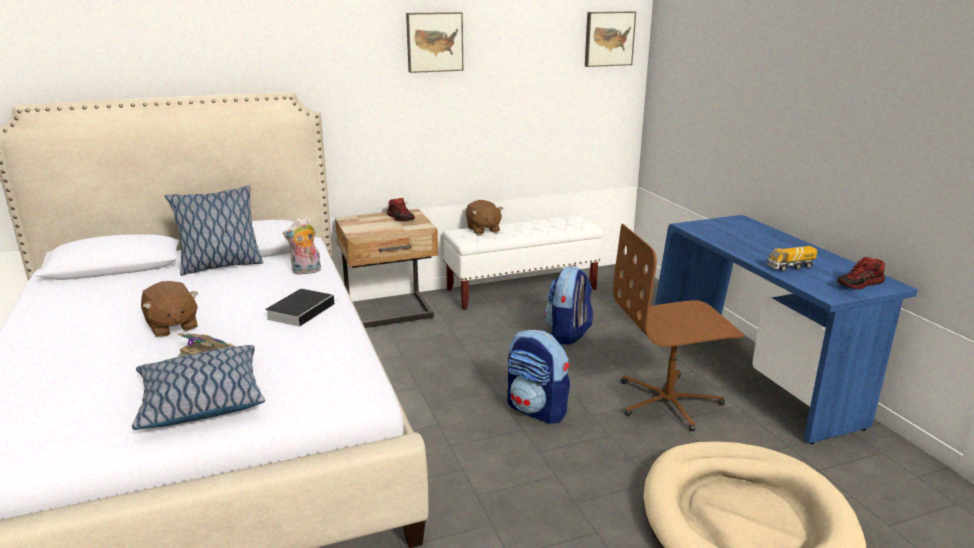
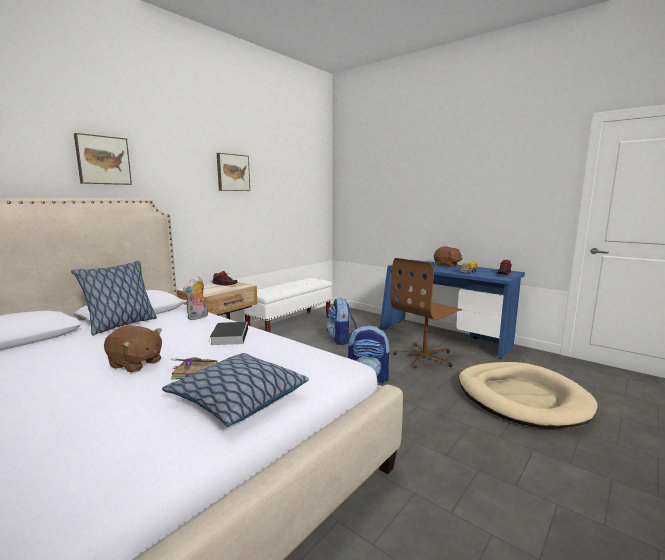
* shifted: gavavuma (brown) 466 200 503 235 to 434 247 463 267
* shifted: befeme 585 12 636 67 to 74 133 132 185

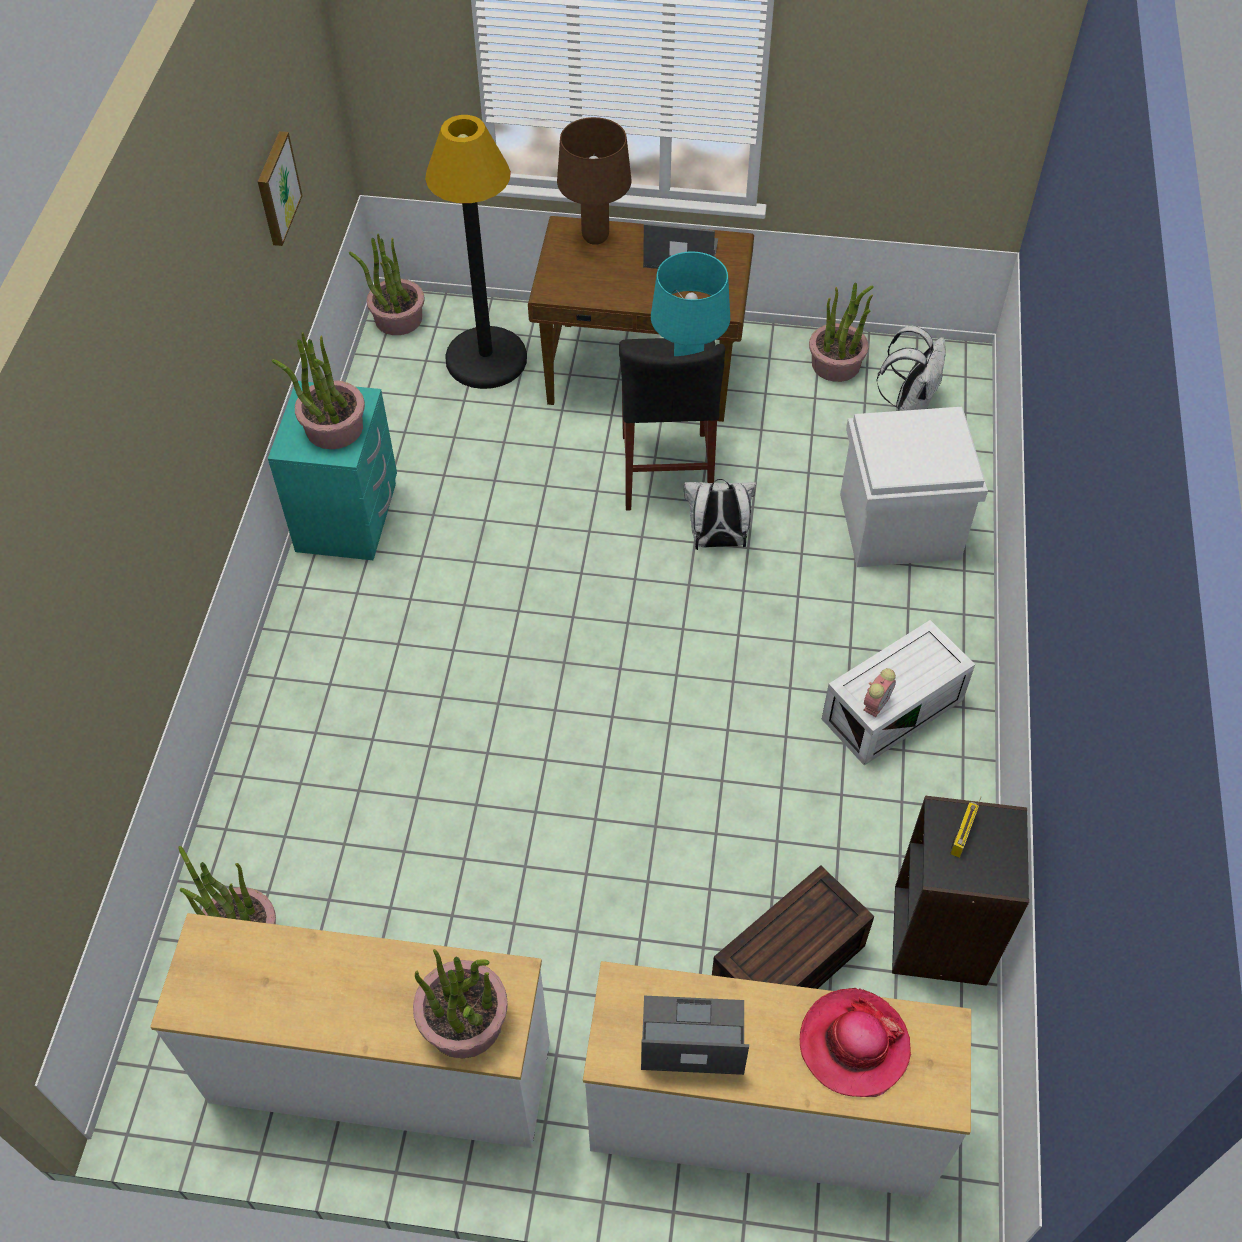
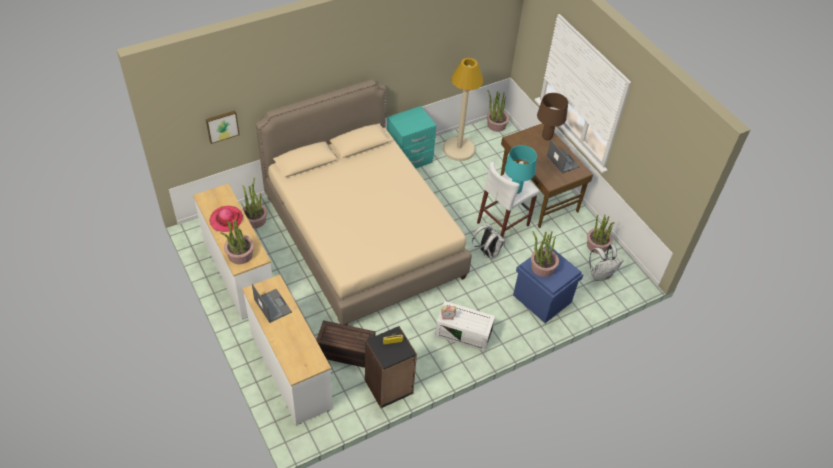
* shifted: befeme 258 131 303 246 to 206 111 240 144
* shifted: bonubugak 272 332 365 449 to 531 231 559 277
* gone: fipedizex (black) 425 115 527 389
* repainted: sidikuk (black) 619 338 725 511 to sidikuk (white) 477 162 539 238
* shifted: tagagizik 800 988 911 1097 to 209 206 243 232
* repainted: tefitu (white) 840 407 988 567 to tefitu (blue) 513 246 583 323
* new: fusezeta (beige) 256 79 472 325
* new: fipedizex (beige) 443 58 484 161

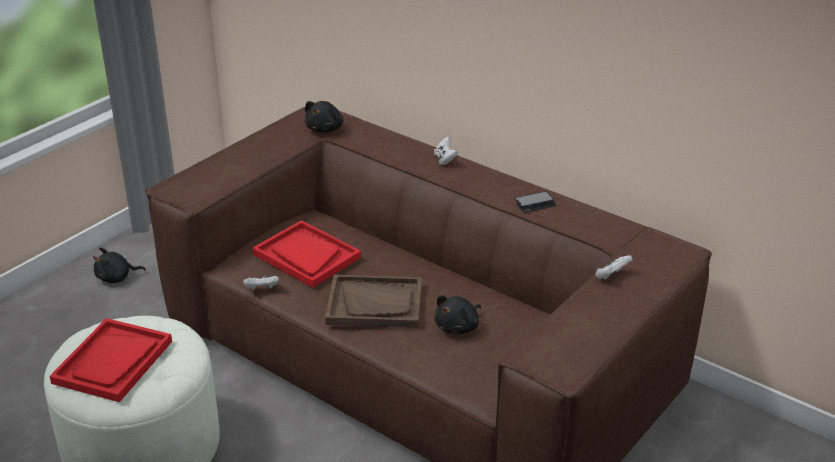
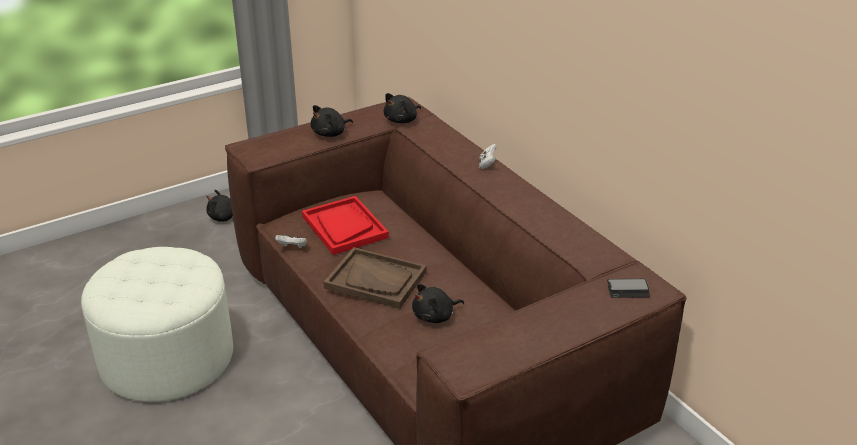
* gone: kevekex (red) 49 318 172 402
* shifted: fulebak 514 191 557 213 to 607 279 650 298
* gone: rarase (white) 596 255 633 280
* new: gavavuma (black) 310 105 353 137

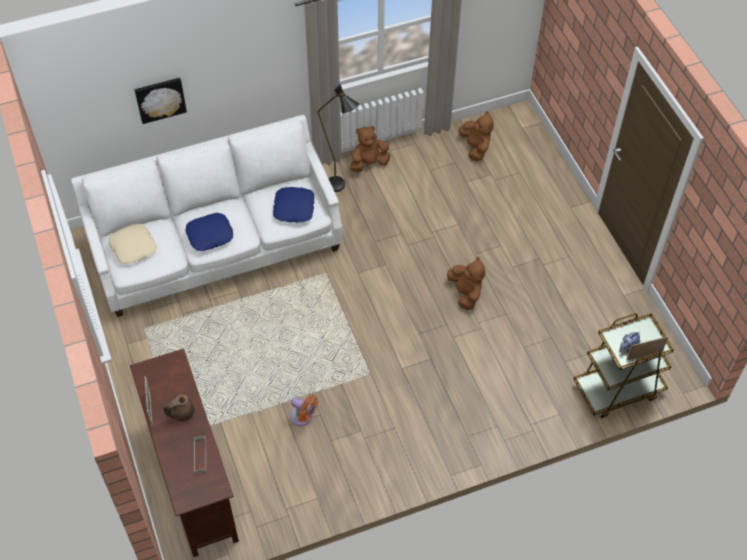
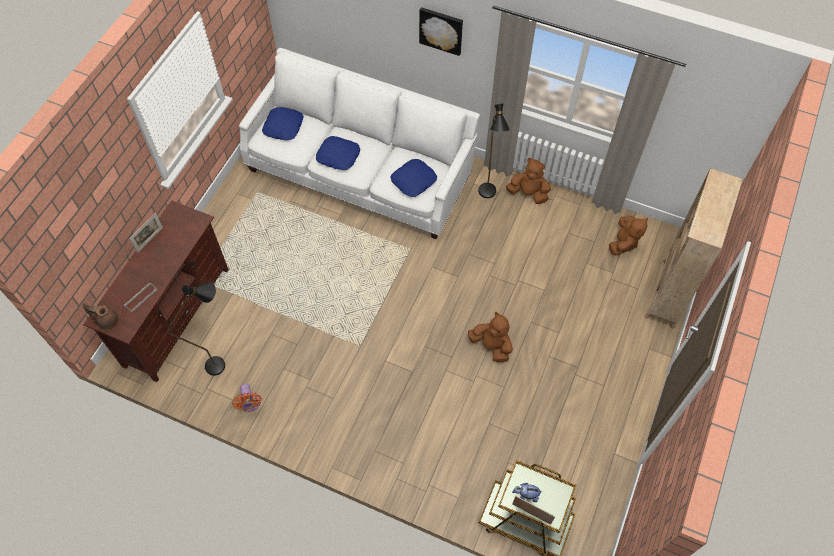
* repainted: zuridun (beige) 108 224 157 264 to zuridun (blue) 262 107 304 141
* shifted: befeme 134 78 187 124 to 419 7 463 56
* shifted: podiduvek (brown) 162 394 195 422 to 82 304 119 330
* shifted: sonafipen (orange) 290 395 318 426 to 232 384 262 412
* rotated: gavavuma (brown) 447 256 485 310 = 468 312 513 362 75 degrees counterclockwise
* new: fipedizex (black) 167 281 225 376
* new: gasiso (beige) 644 168 743 329

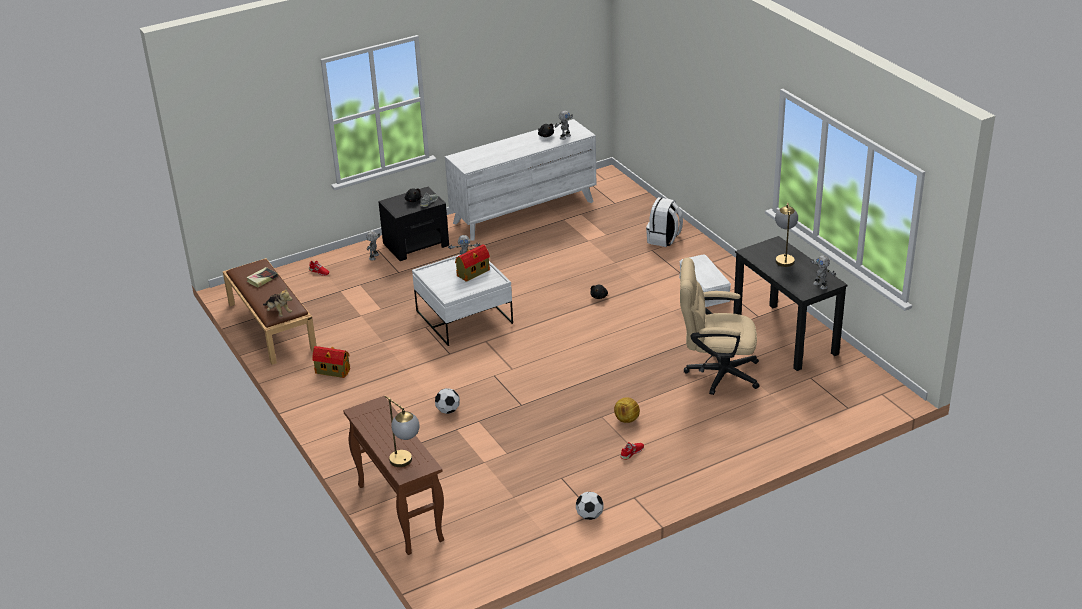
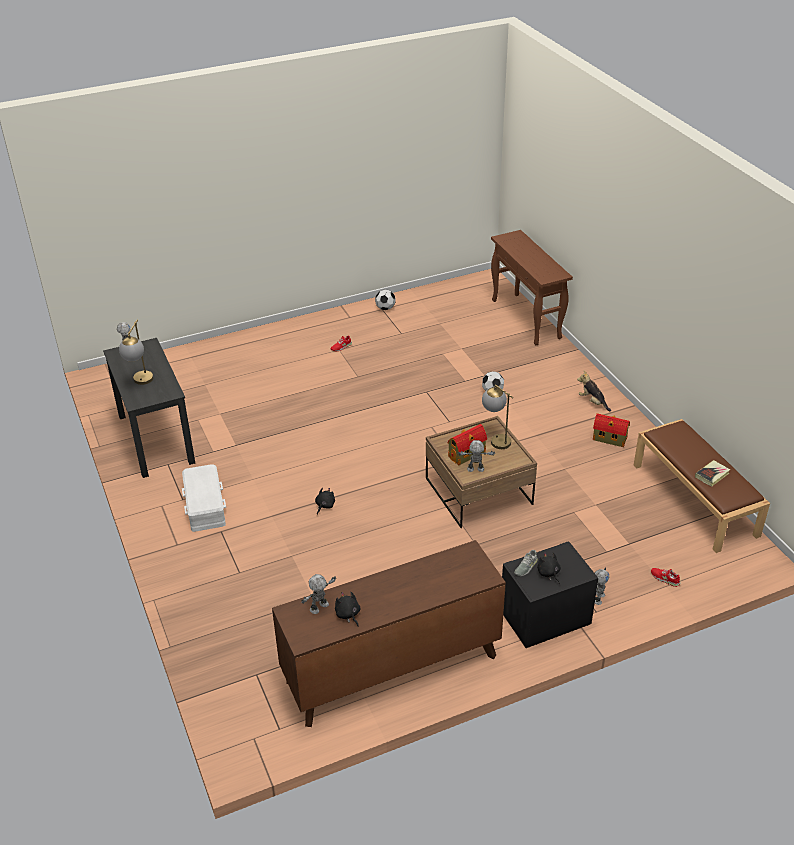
* shifted: gavavuma 263 288 292 317 to 577 371 611 412
* shifted: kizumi 385 396 420 467 to 482 385 513 449
* repainted: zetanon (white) 412 254 513 346 to zetanon (brown) 426 416 537 528
* repainted: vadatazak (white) 445 119 596 240 to vadatazak (brown) 272 540 506 727
* gone: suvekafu 614 397 640 423
* gone: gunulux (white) 646 197 683 247
* gone: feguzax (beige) 680 257 760 395

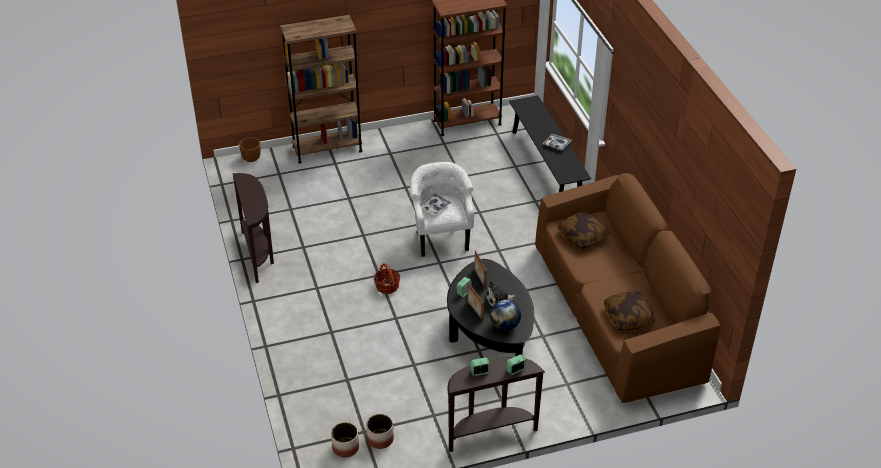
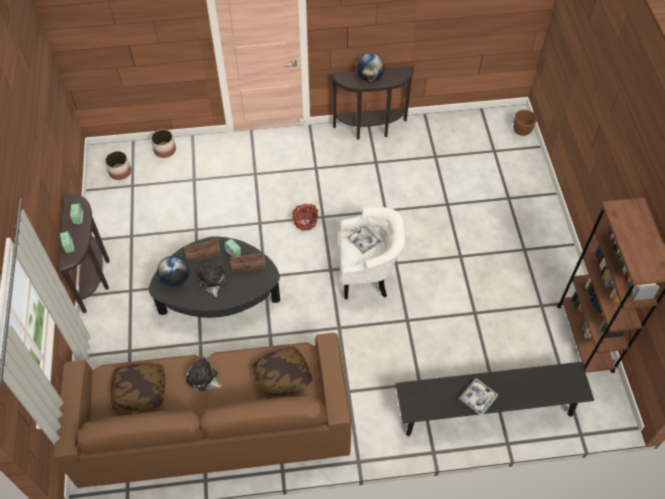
* gone: gasiso (brown) 280 15 363 164
* shifted: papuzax 366 414 394 449 to 151 129 176 158
* new: gavavuma 186 357 222 392
* new: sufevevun 357 53 385 82

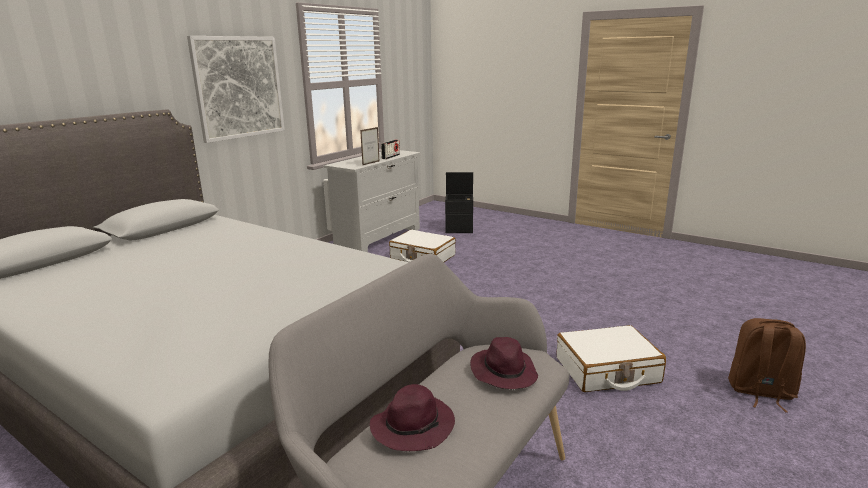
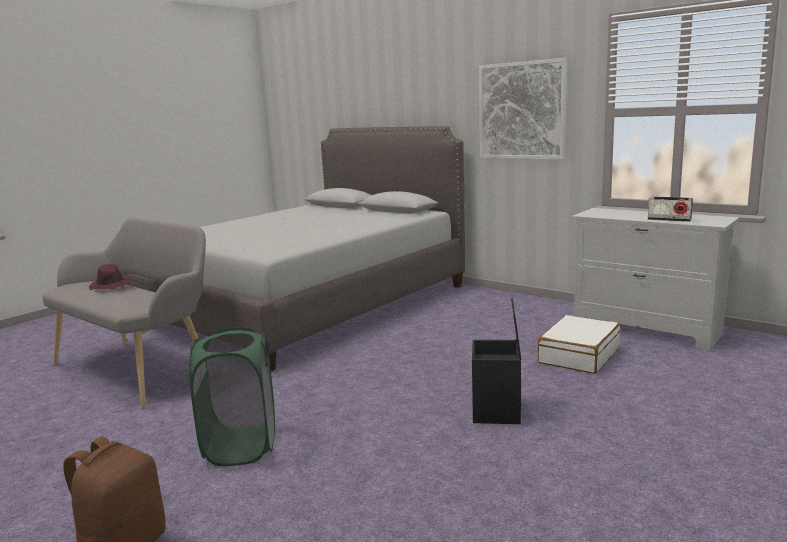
* gone: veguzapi 360 127 379 166
* shifted: tefitu (black) 445 172 473 233 to 472 298 521 424
* gone: tagagizik (purple) 470 337 538 389
* swapped: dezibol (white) 557 325 666 392 to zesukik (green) 189 327 275 466

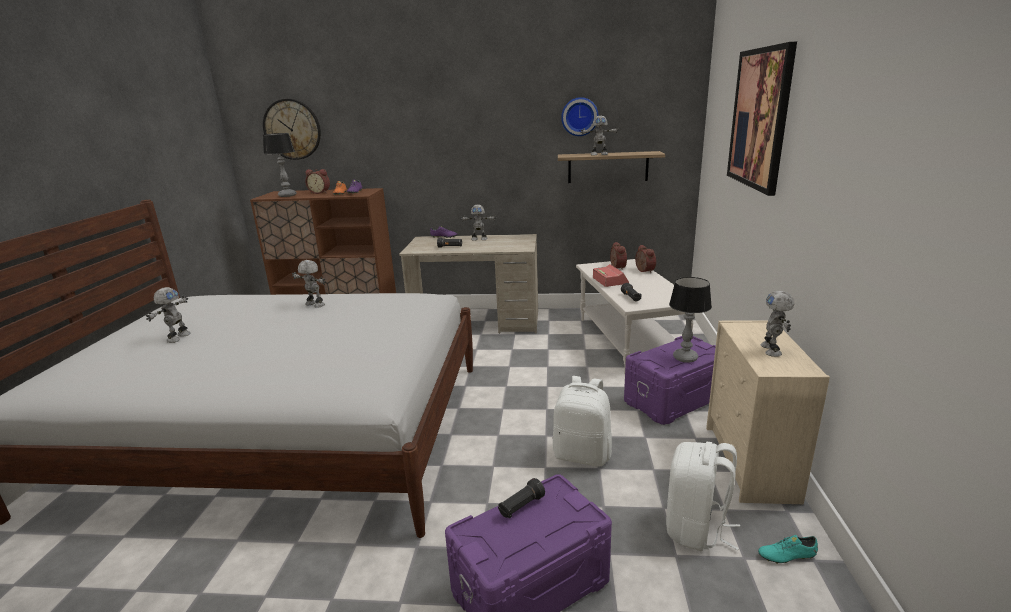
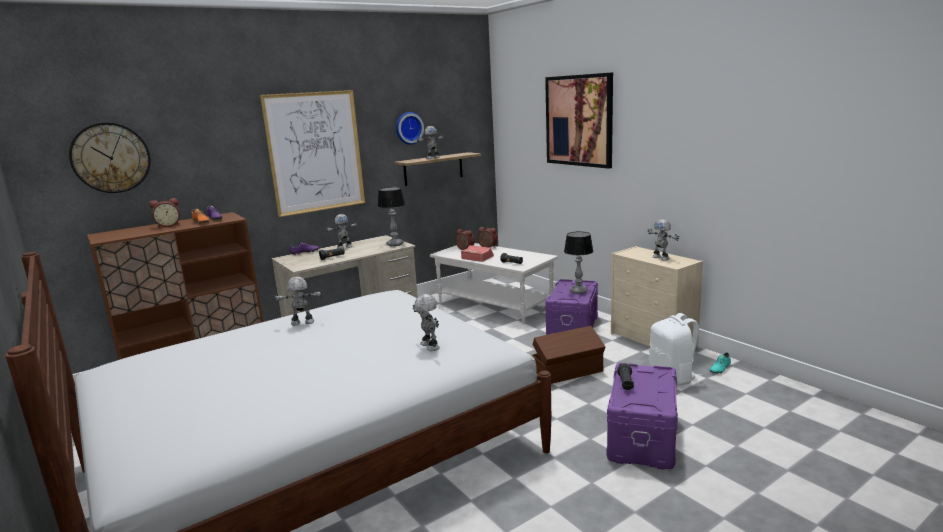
* shifted: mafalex 146 287 190 343 to 413 294 440 351
* shifted: kizumi 263 133 297 197 to 377 187 405 246
* swapped: gunulux (white) 553 376 612 467 to tefitu (brown) 532 326 606 384
* new: befeme 260 90 365 217

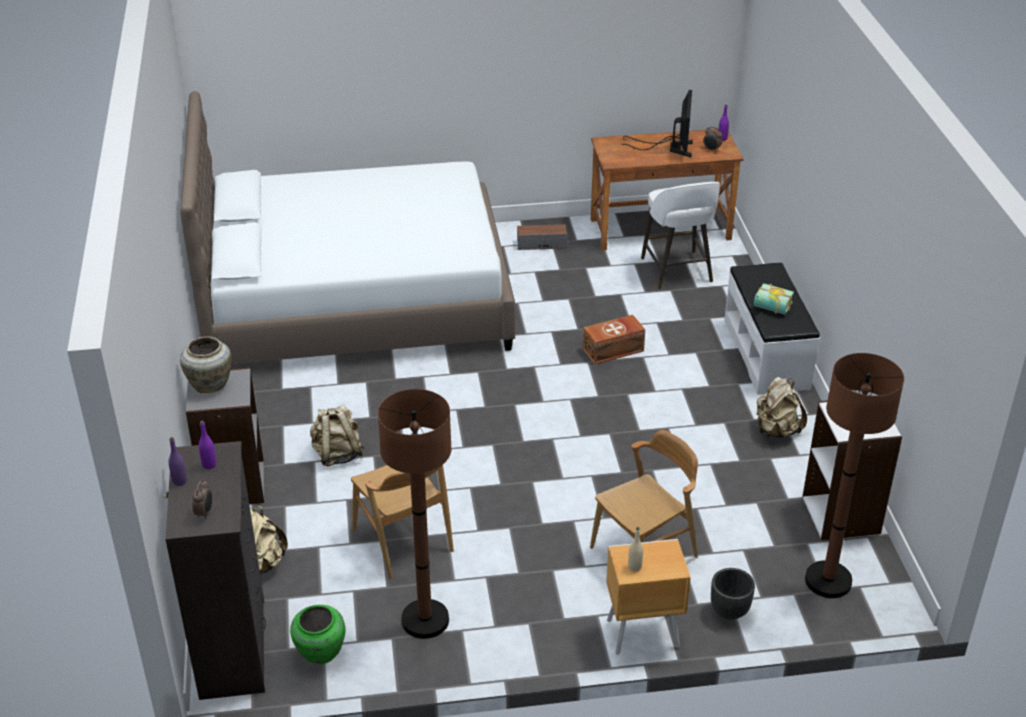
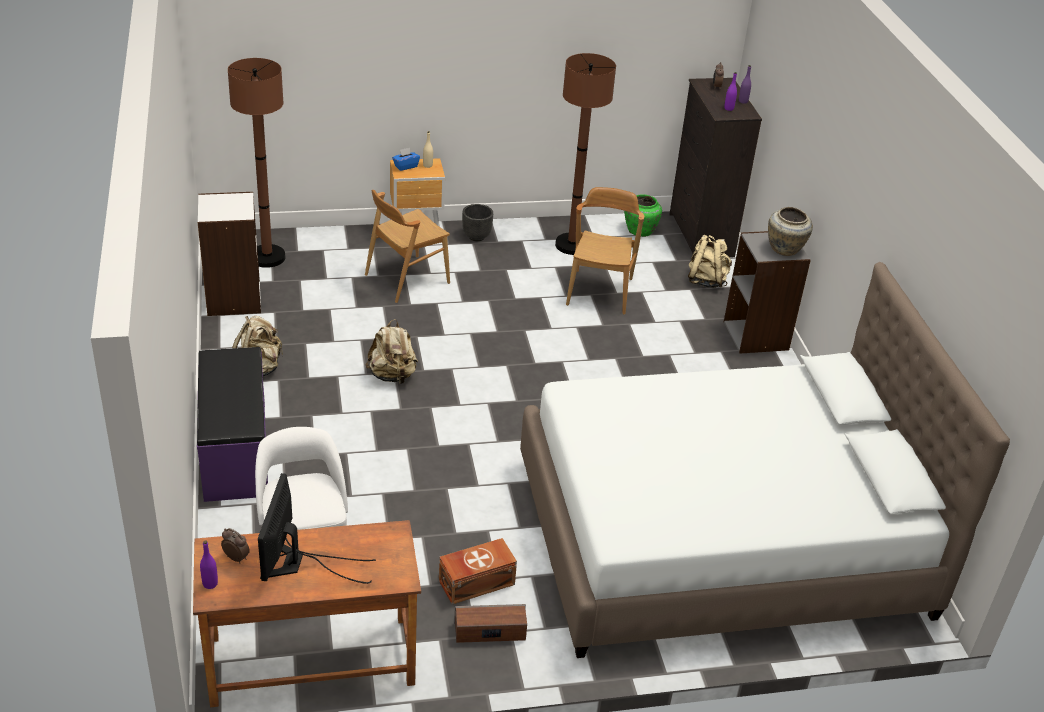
* shifted: gunulux (beige) 310 404 365 466 to 365 319 418 384
* rotated: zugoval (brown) 351 465 454 579 = 566 187 644 315 45 degrees clockwise
* shifted: tefitu (brown) 583 315 645 364 to 439 538 517 604
* shifted: papuzax (black) 711 568 755 620 to 462 204 493 241
* repainted: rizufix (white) 724 262 820 395 to rizufix (purple) 197 347 268 502
* gone: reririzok 754 283 794 315
* new: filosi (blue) 392 148 420 171

